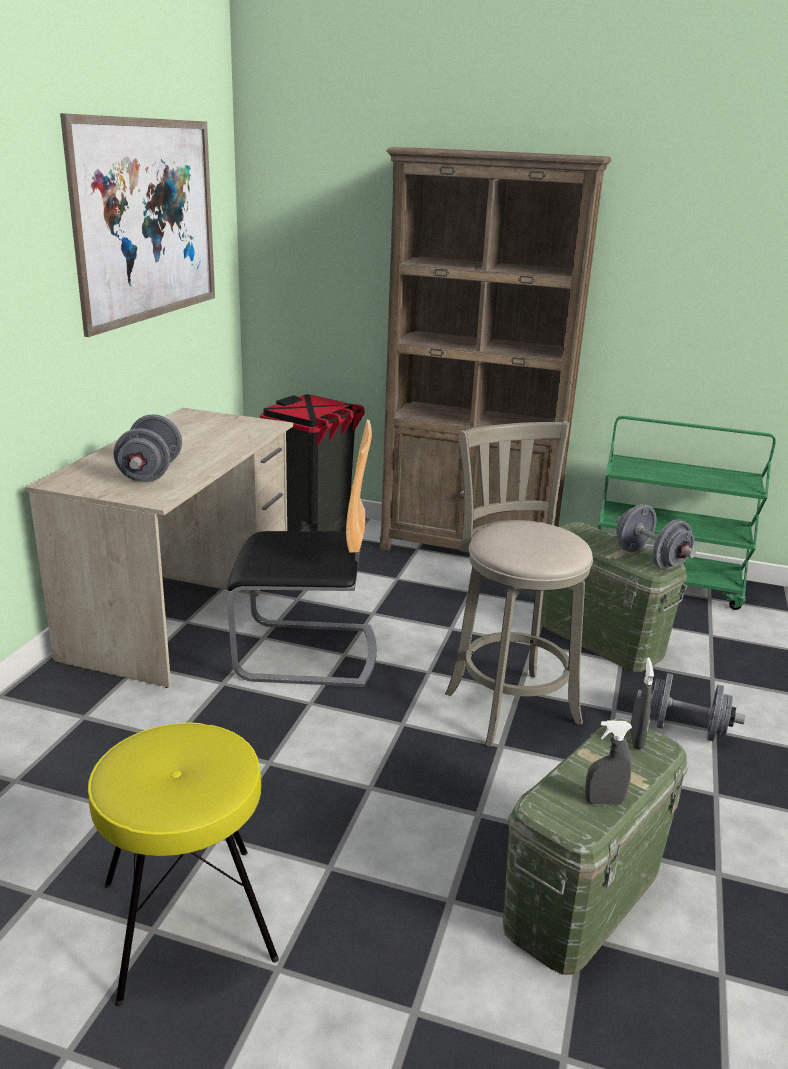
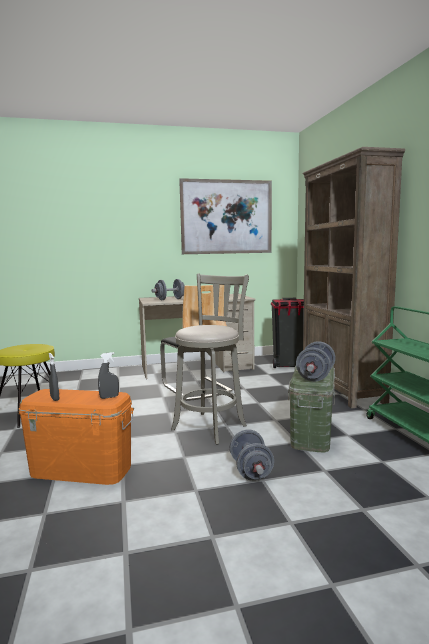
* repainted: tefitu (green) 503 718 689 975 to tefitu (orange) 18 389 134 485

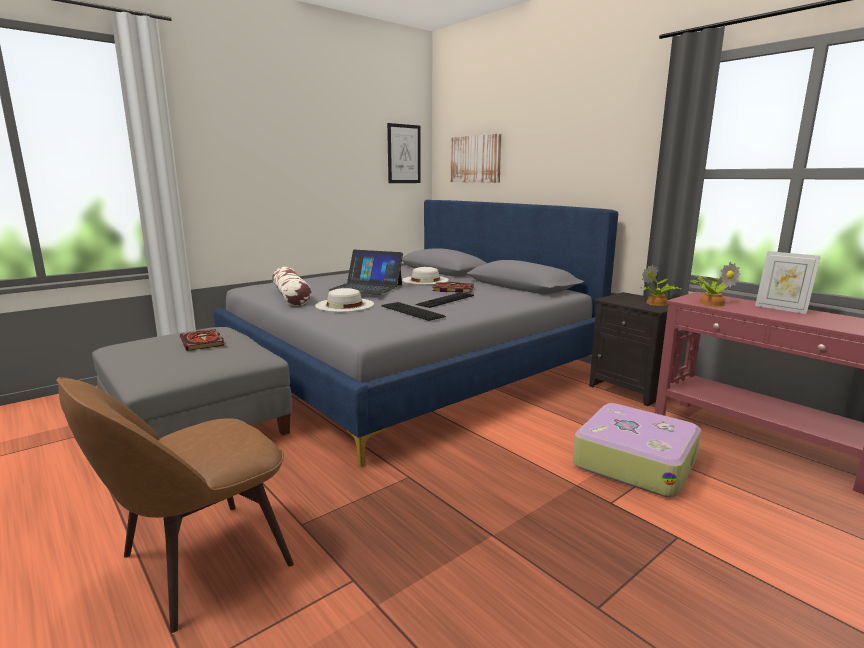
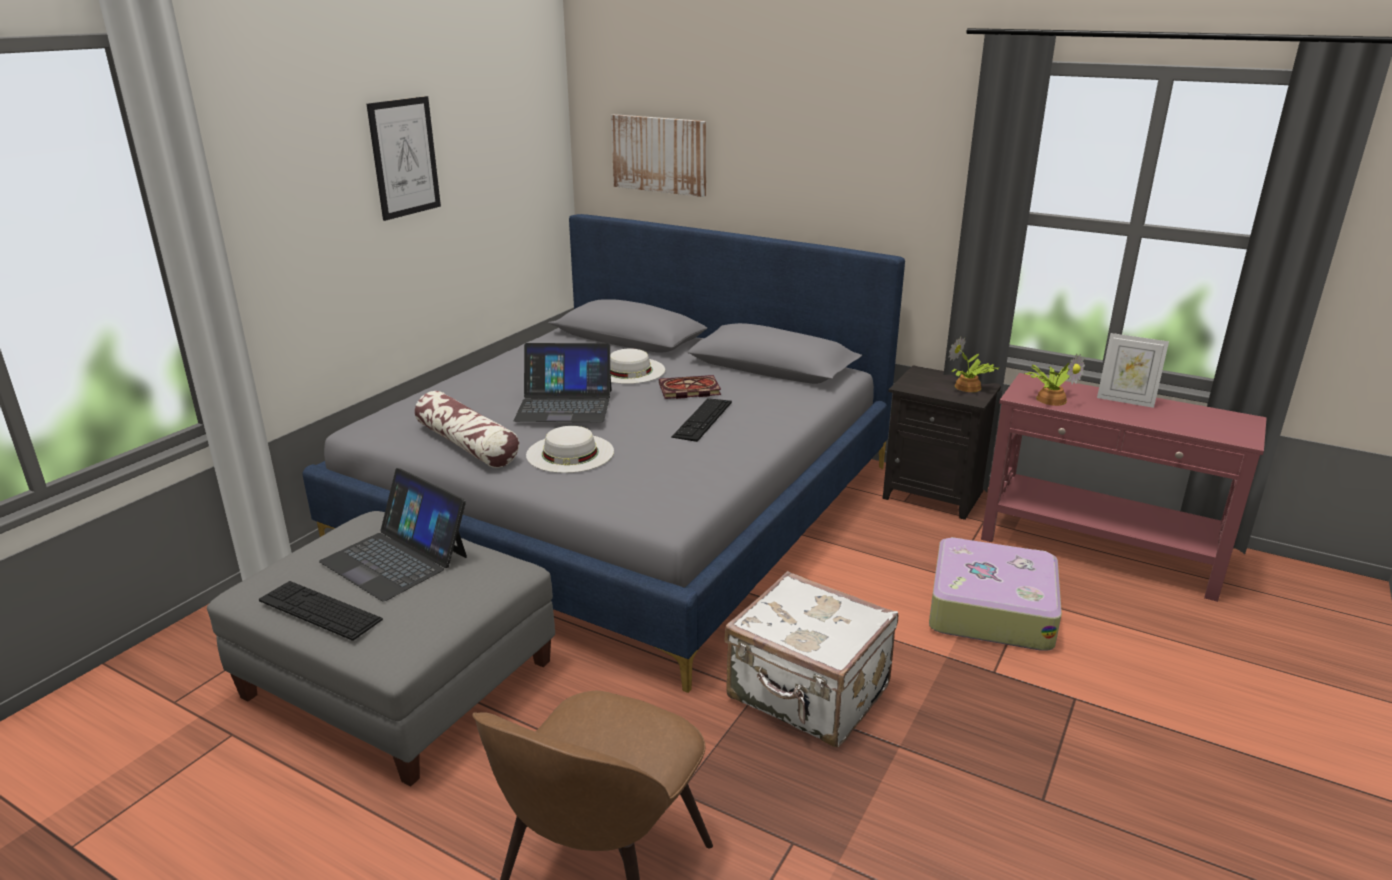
* swapped: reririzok 180 329 224 351 to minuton 319 468 467 602
* shifted: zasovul 381 302 446 321 to 259 581 383 641
* shifted: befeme 387 123 421 183 to 367 96 441 221
* new: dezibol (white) 724 571 898 747

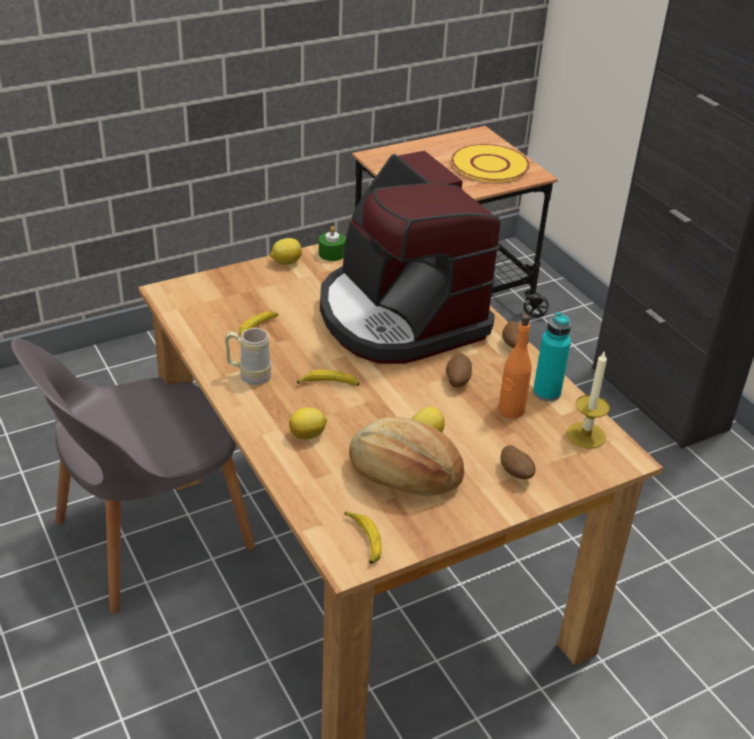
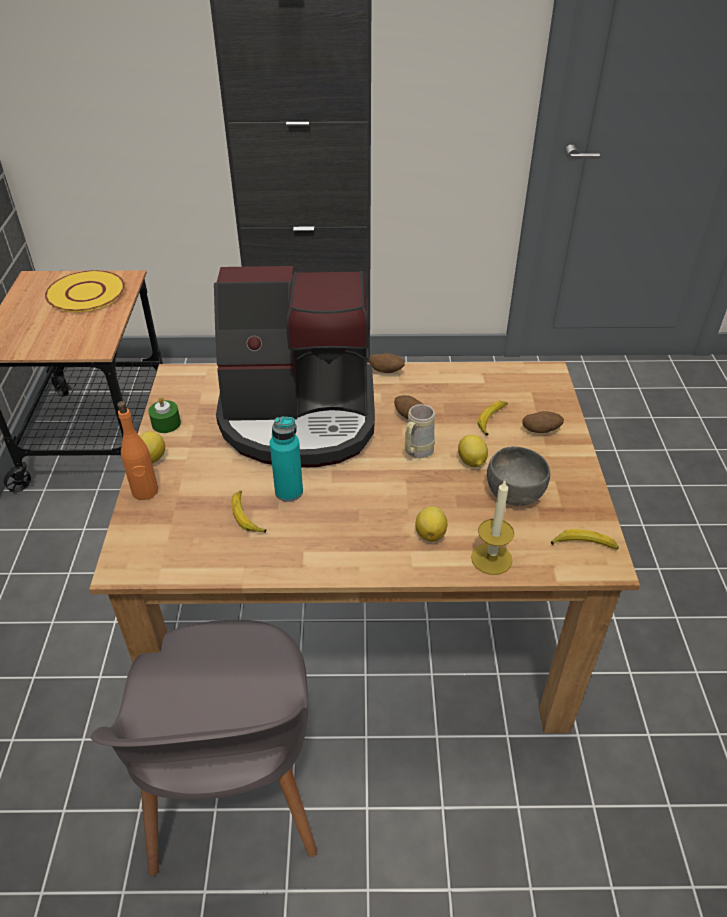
* shifted: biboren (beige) 225 328 271 385 to 405 404 435 458
* shifted: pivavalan 297 370 359 386 to 478 401 508 436
* swapped: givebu 349 417 464 496 to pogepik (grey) 487 446 550 506
* shifted: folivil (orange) 498 314 532 419 to 117 401 158 500
* shifted: folivil (turquoise) 533 312 571 401 to 270 417 303 502
* shifted: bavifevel 567 350 610 449 to 471 481 514 575

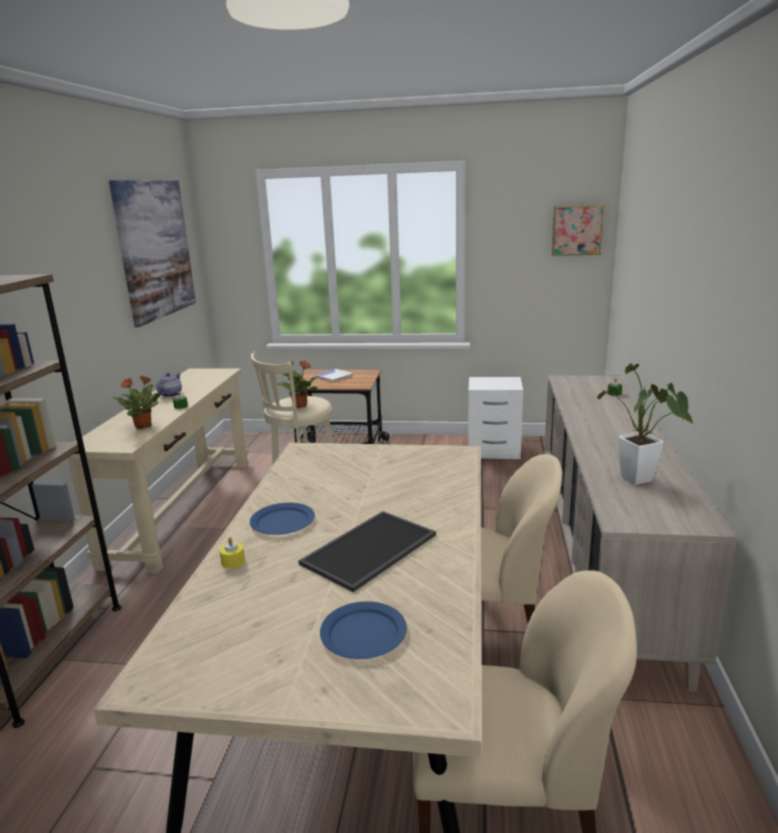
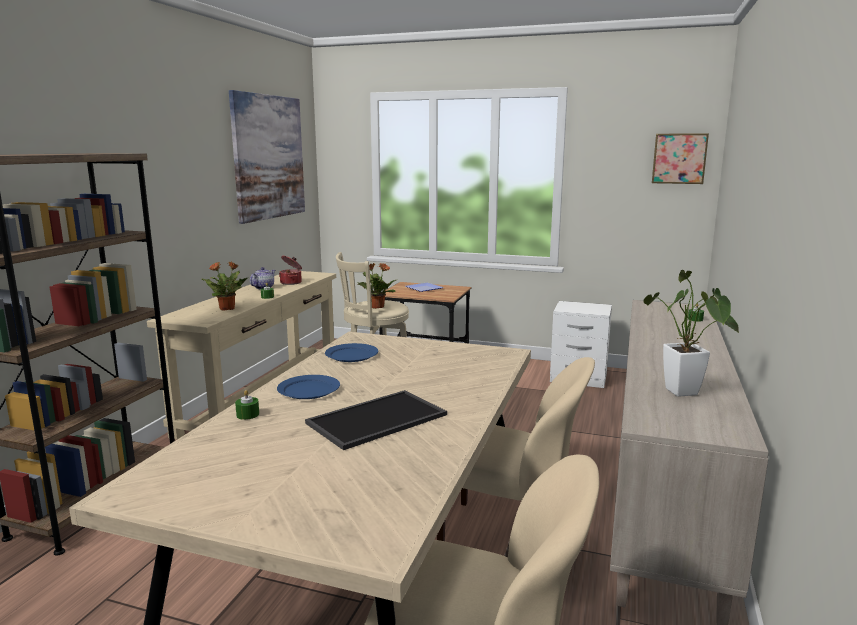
* repainted: bavifevel (yellow) 219 537 245 568 to bavifevel (green) 235 390 259 420
* shifted: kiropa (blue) 320 601 407 659 to 325 343 378 362
* new: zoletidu 279 256 302 285

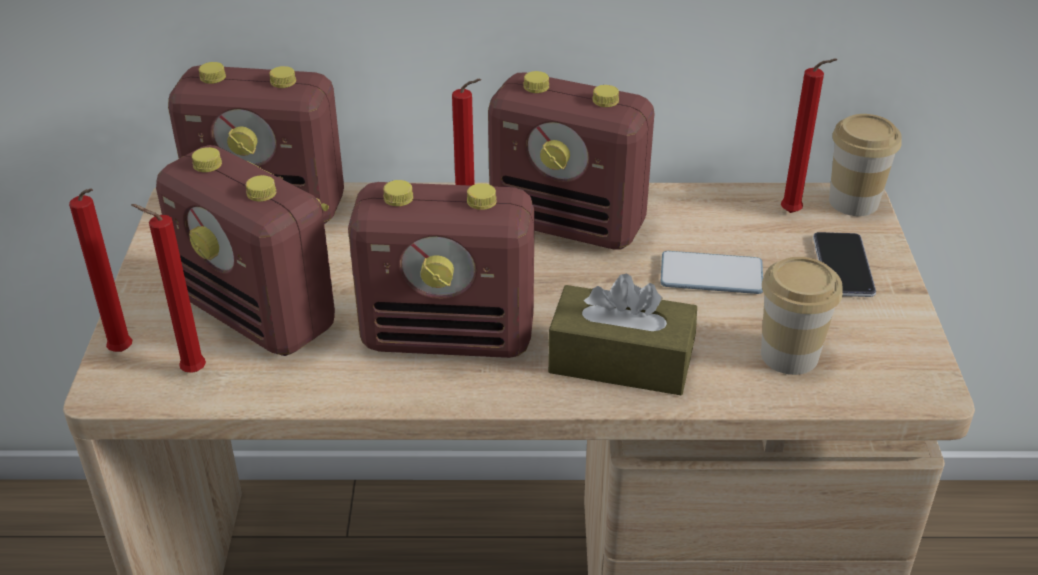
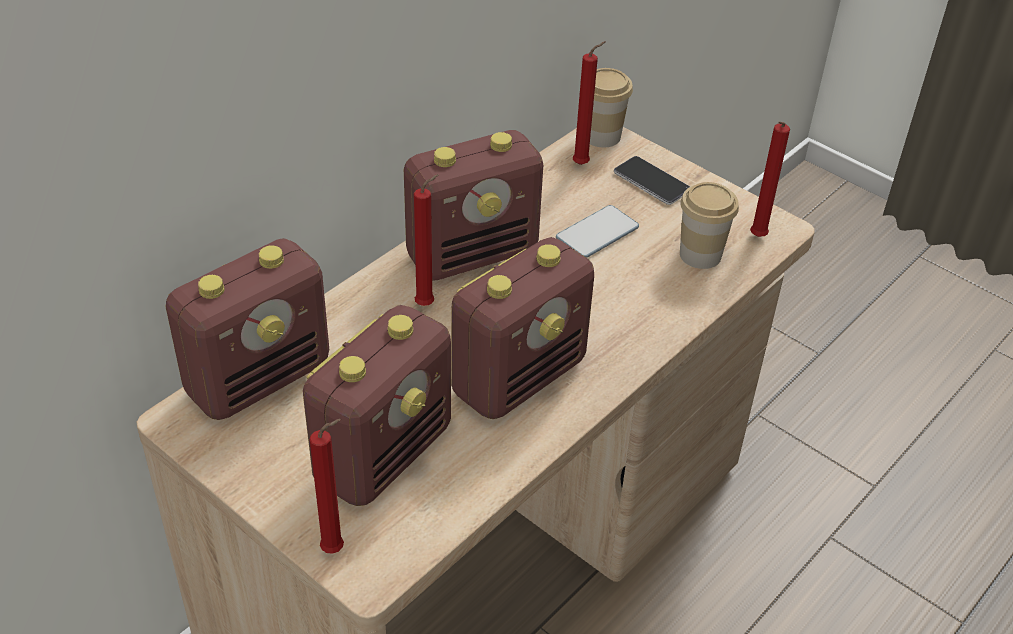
* shifted: bavifevel (red) 131 204 206 373 to 750 121 790 237
* rotated: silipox 156 145 335 356 = 303 305 451 506 45 degrees counterclockwise
* gone: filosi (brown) 548 274 697 395

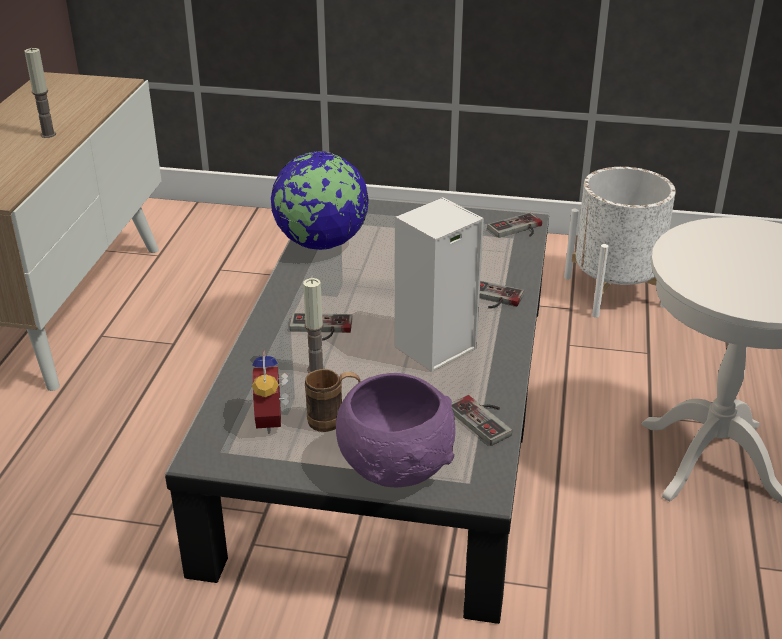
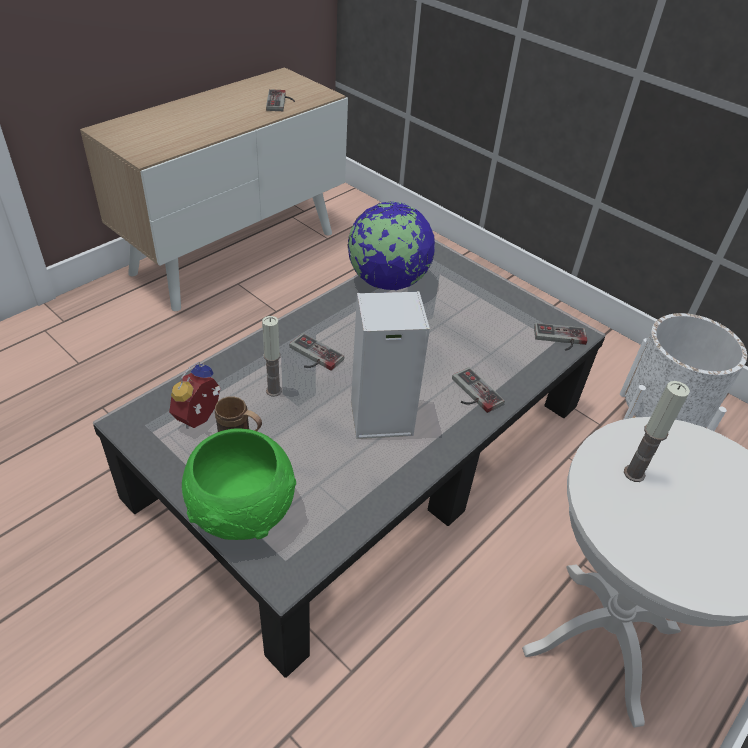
* shifted: bavifevel 24 48 56 138 to 624 381 690 482
* repainted: pogepik (purple) 336 373 455 488 to pogepik (green) 182 429 296 540
* shifted: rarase 451 395 512 446 to 266 89 295 111

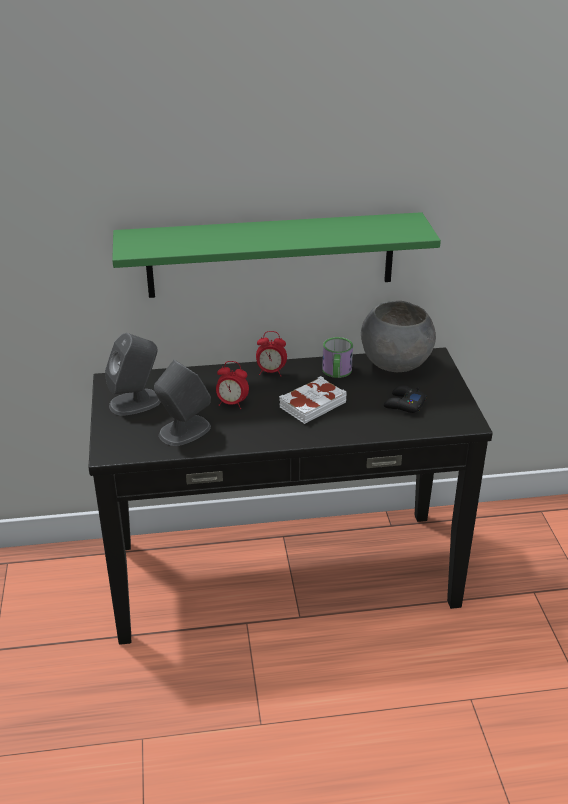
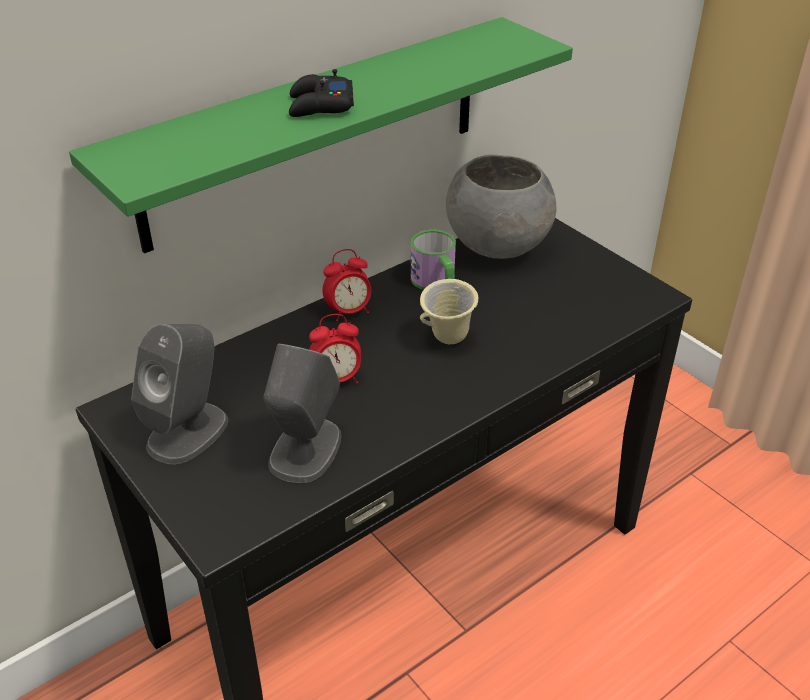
* swapped: reririzok (white) 279 376 347 424 to biboren (beige) 420 279 478 344
* shifted: rarase (black) 384 385 427 413 to 289 69 354 117

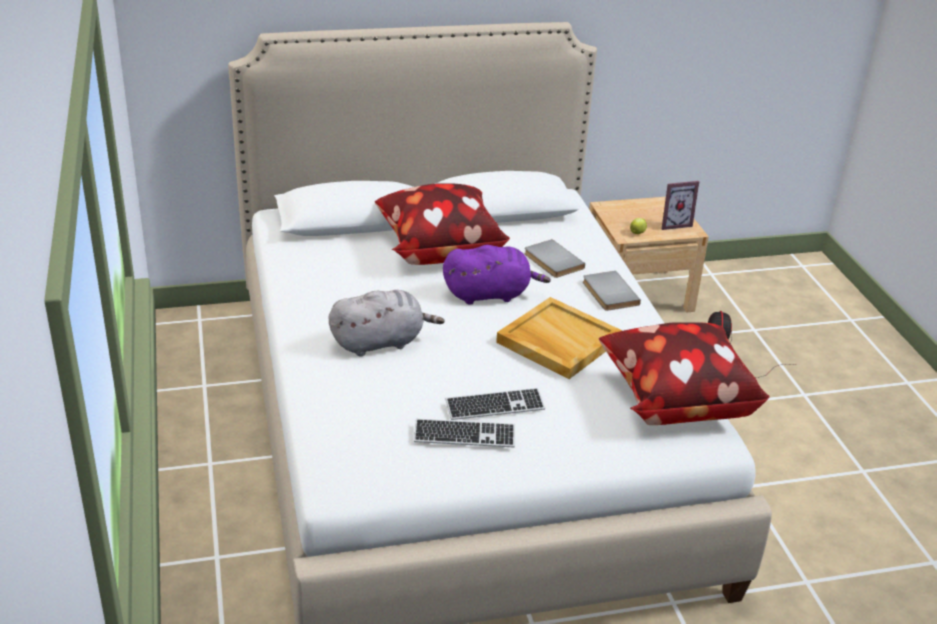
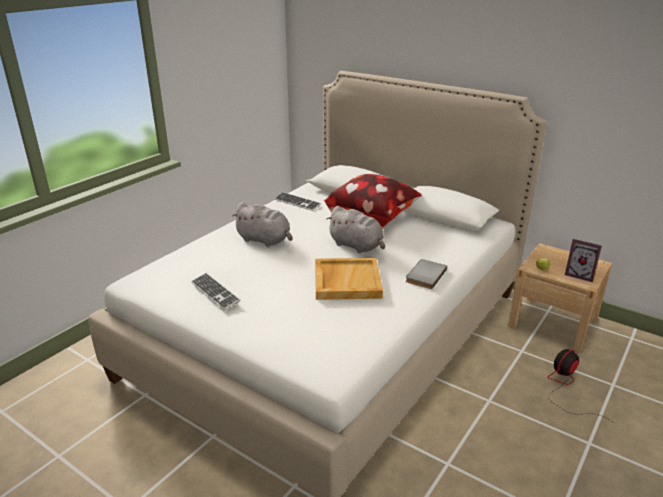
* repainted: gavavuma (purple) 443 245 551 305 to gavavuma (grey) 326 206 385 253
* shifted: zasovul 445 388 545 420 to 274 192 321 211
* gone: reririzok (grey) 524 239 585 278
* gone: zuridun 599 322 770 425

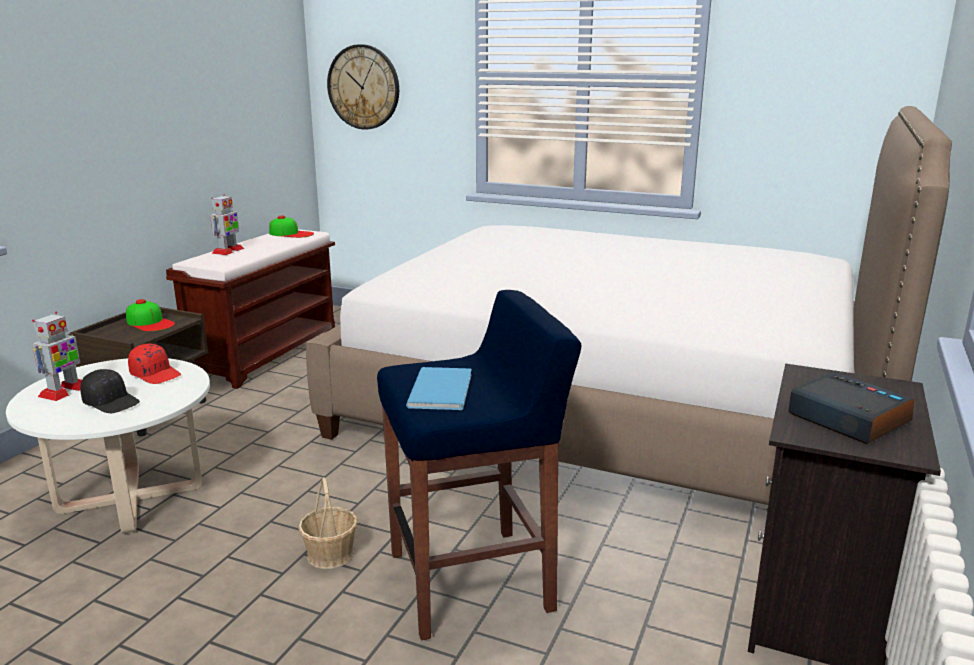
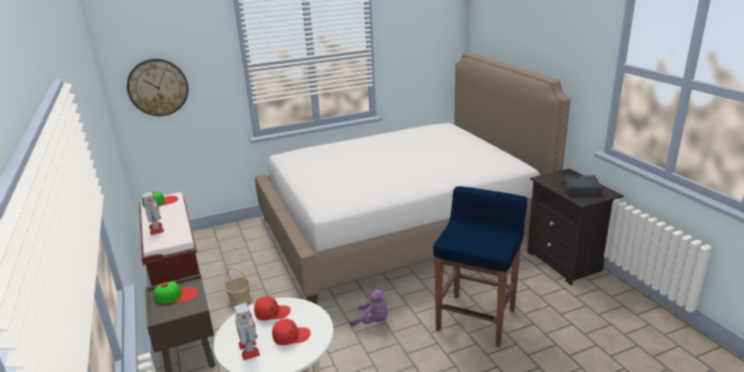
* repainted: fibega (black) 80 369 140 413 to fibega (red) 272 319 311 345
* shifted: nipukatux 299 477 358 569 to 224 267 251 305
* gone: reririzok (blue) 406 367 472 410
* new: gavavuma (purple) 350 289 388 326

